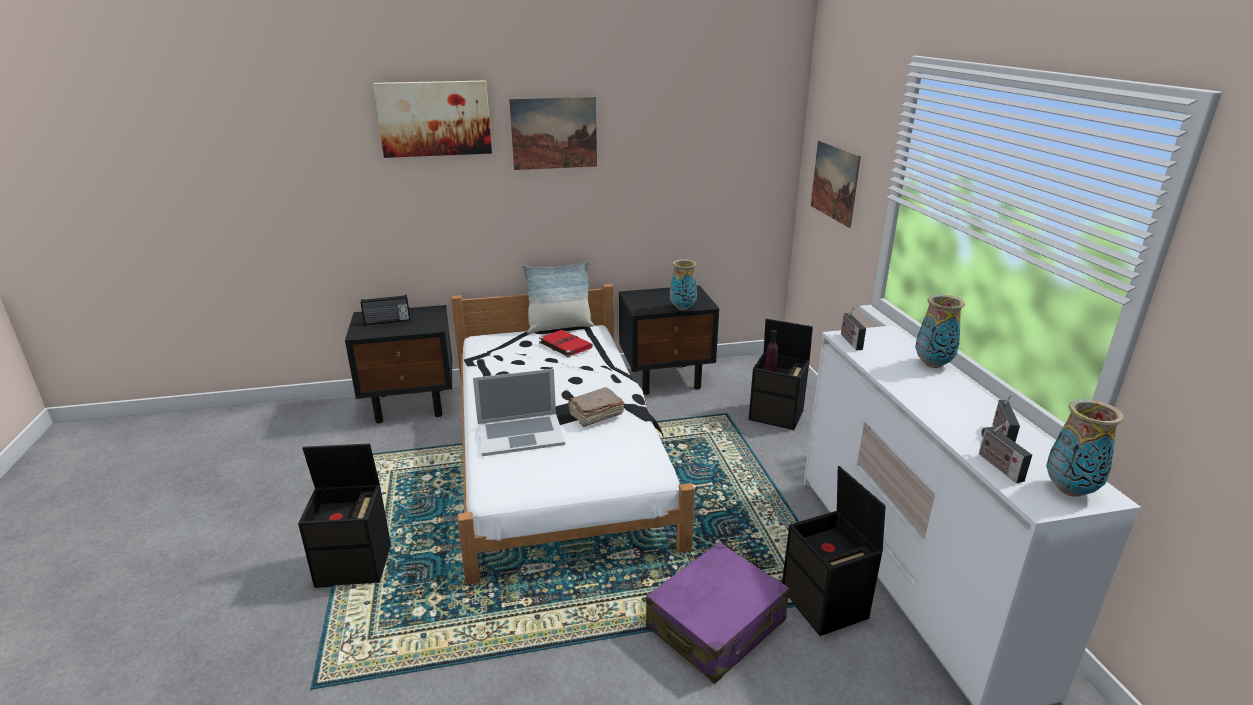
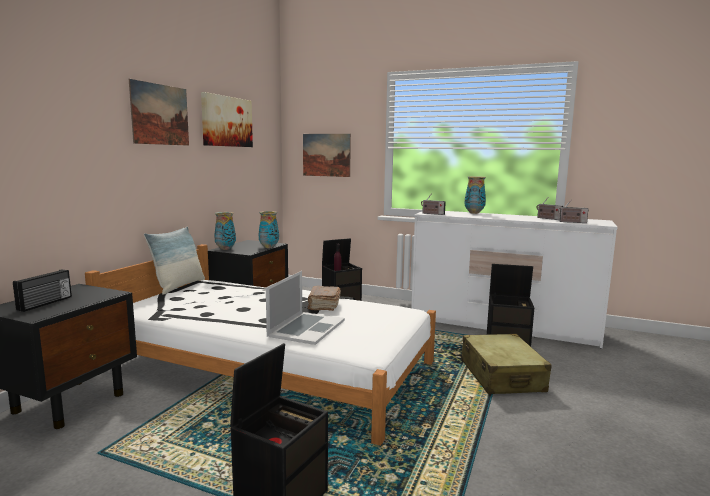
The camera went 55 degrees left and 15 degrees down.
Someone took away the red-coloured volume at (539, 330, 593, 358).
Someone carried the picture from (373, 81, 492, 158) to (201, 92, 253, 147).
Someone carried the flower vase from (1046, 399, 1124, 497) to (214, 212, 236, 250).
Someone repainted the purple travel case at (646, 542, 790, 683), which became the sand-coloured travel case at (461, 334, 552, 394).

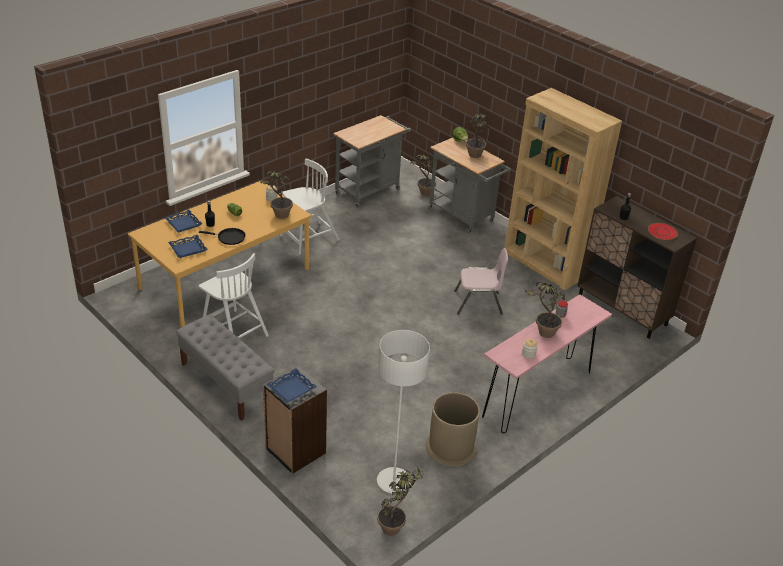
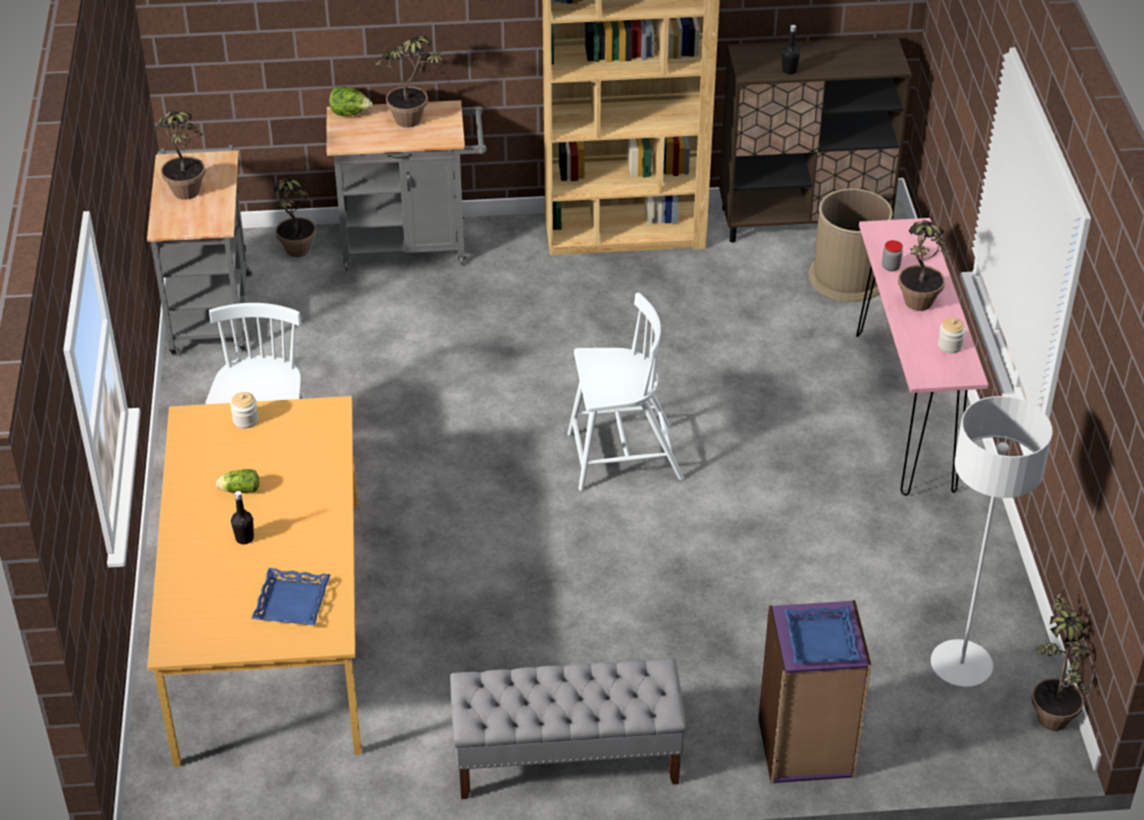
The camera went 50 degrees left and 5 degrees up.
Someone took away the blue-coloured carrying tray at (164, 210, 203, 232).
Someone took away the black-coloured pan at (199, 228, 246, 245).
Someone took away the pink upright chair at (454, 248, 508, 315).
Someone took away the red-coloured flat dish at (648, 223, 678, 240).
Someone carried the whitish upright chair from (198, 253, 269, 338) to (567, 292, 684, 491).
Someone carried the houseplant from (259, 171, 293, 219) to (158, 111, 205, 200).
Someone carried the brownish waste bin from (426, 392, 480, 467) to (808, 189, 893, 302).
Someone repainted the black-coloured shelving unit at (263, 365, 327, 474), which became the purple shelving unit at (758, 600, 871, 783).

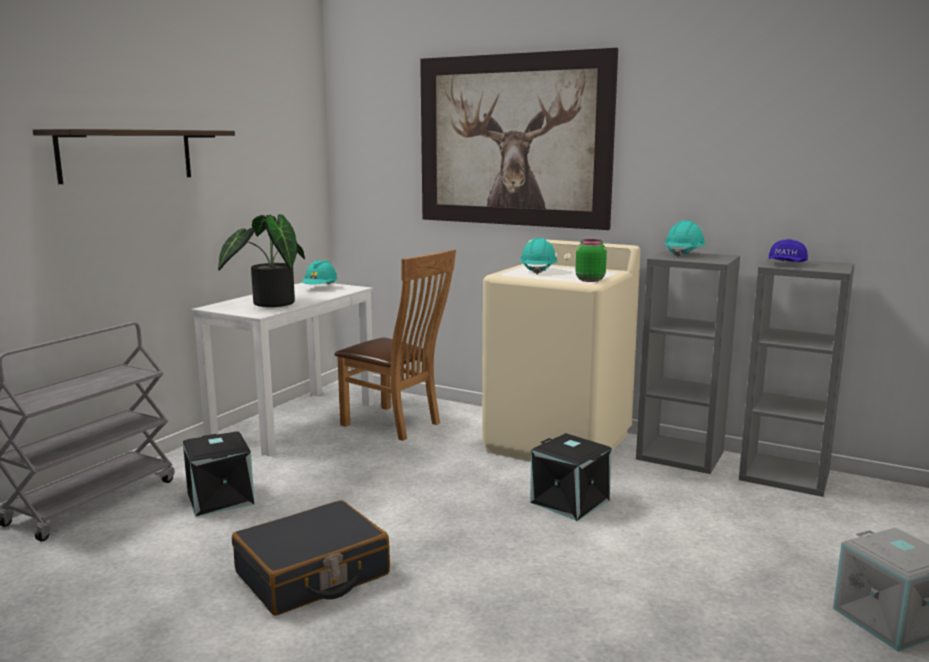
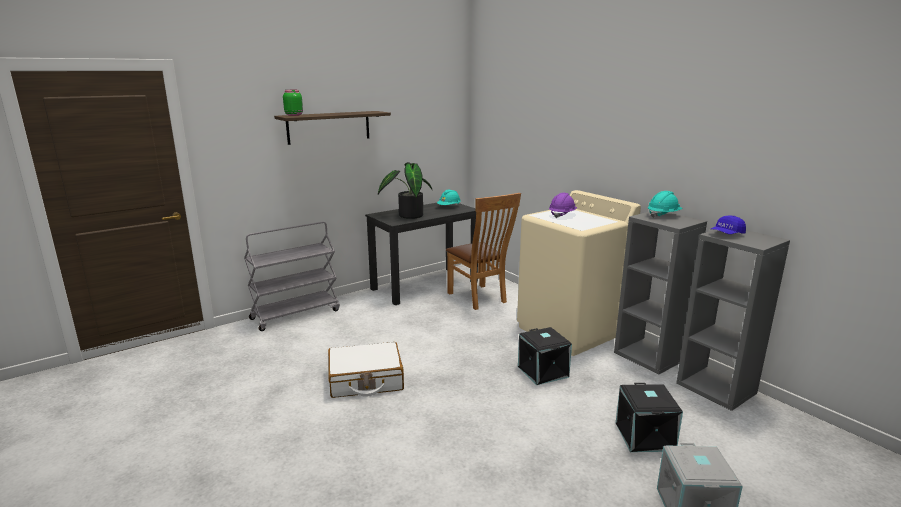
The camera went 25 degrees right and 5 degrees up.
Someone took away the picture at (420, 48, 618, 230).
Someone carried the black-coloured storage box from (183, 432, 255, 517) to (616, 383, 683, 452).
Someone carried the greenish storage jar from (575, 239, 607, 282) to (283, 90, 303, 116).
Someone repainted the whitish desk at (191, 283, 374, 456), which became the black-coloured desk at (365, 203, 478, 305).
Someone repainted the black-coloured travel case at (232, 500, 390, 616), which became the whitish travel case at (328, 342, 404, 398).
Someone repainted the turquoise work helmet at (520, 238, 557, 275), which became the purple work helmet at (549, 193, 577, 218).

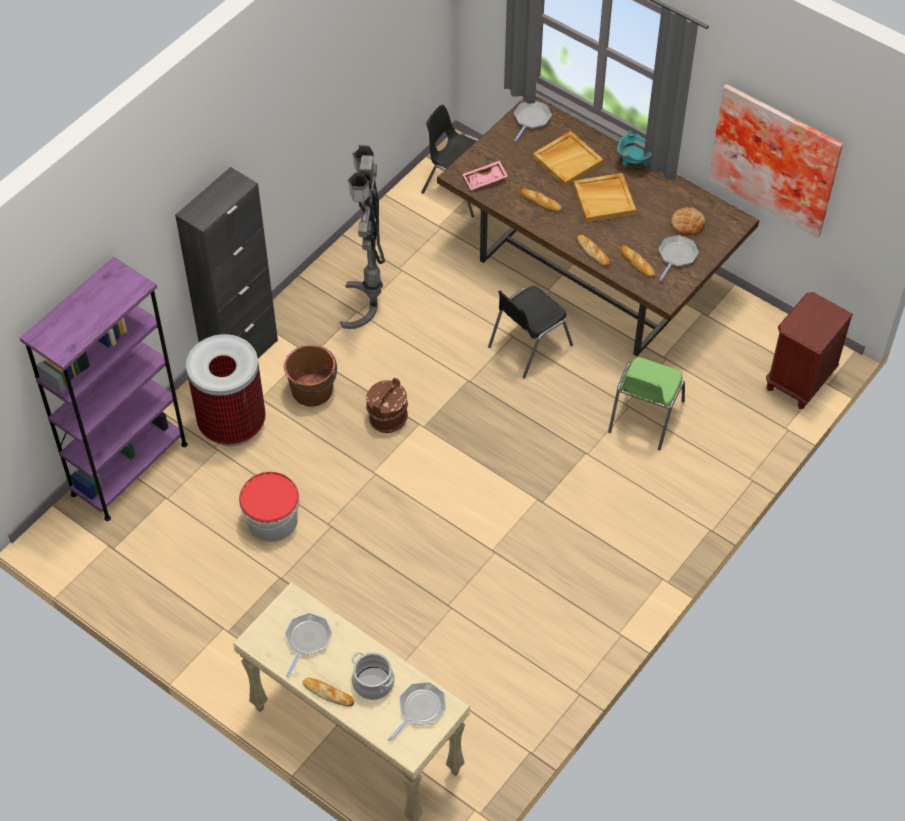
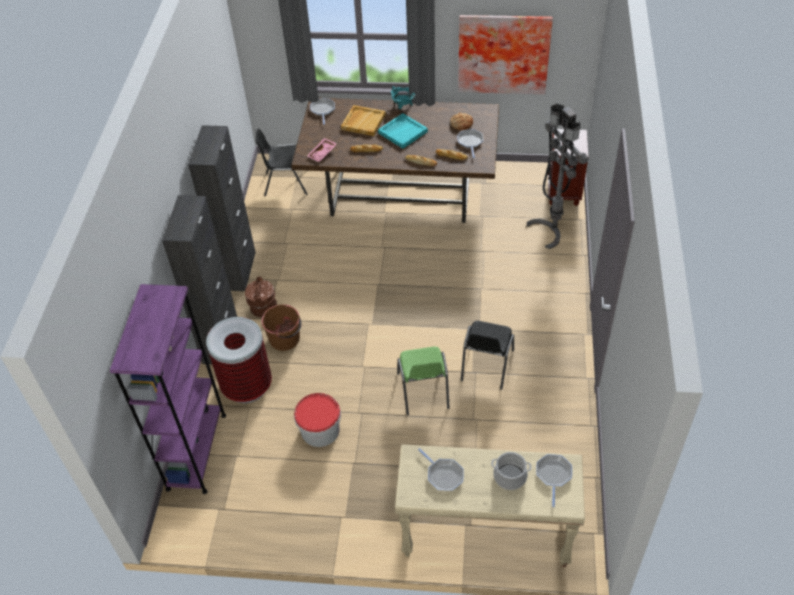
The camera went 30 degrees left and 5 degrees down.
Someone took away the baked bread at (302, 677, 354, 707).
Someone put down the black-coloured cupboard at (188, 125, 256, 291).
Someone carried the greyish floor lamp from (340, 145, 385, 329) to (527, 104, 588, 249).
Someone carried the brownish bucket from (366, 378, 408, 433) to (245, 277, 277, 318).
Someone carried the black-coloured upright chair from (488, 286, 573, 379) to (461, 321, 514, 390).
Someone carried the greenish upright chair from (608, 357, 685, 450) to (397, 347, 450, 415).
Someone repainted the sand-coloured carrying tray at (573, 173, 636, 223), which became the turquoise carrying tray at (378, 113, 428, 149).
Someone rotated the pan at (285, 613, 332, 677) by 150 degrees clockwise.

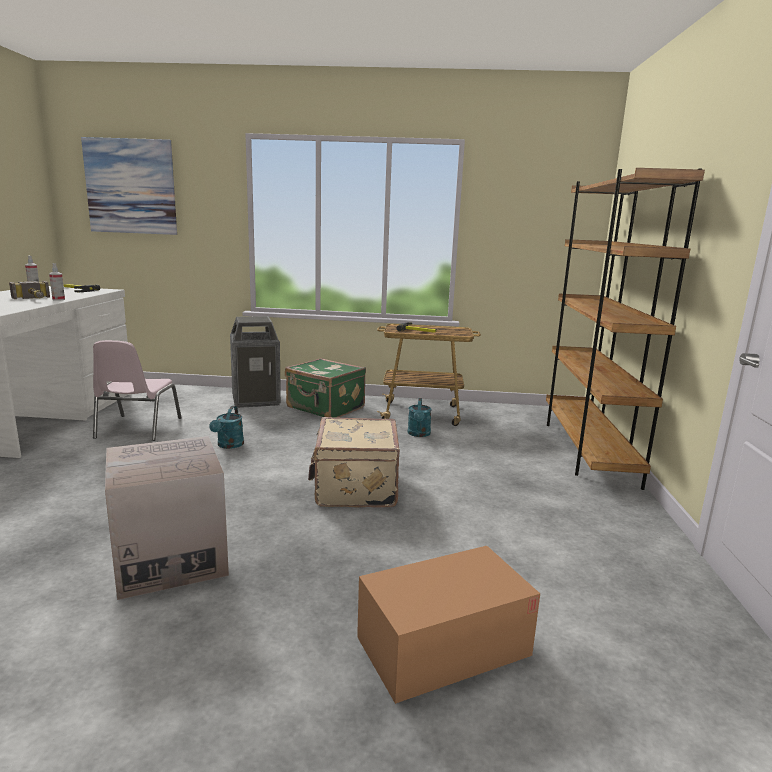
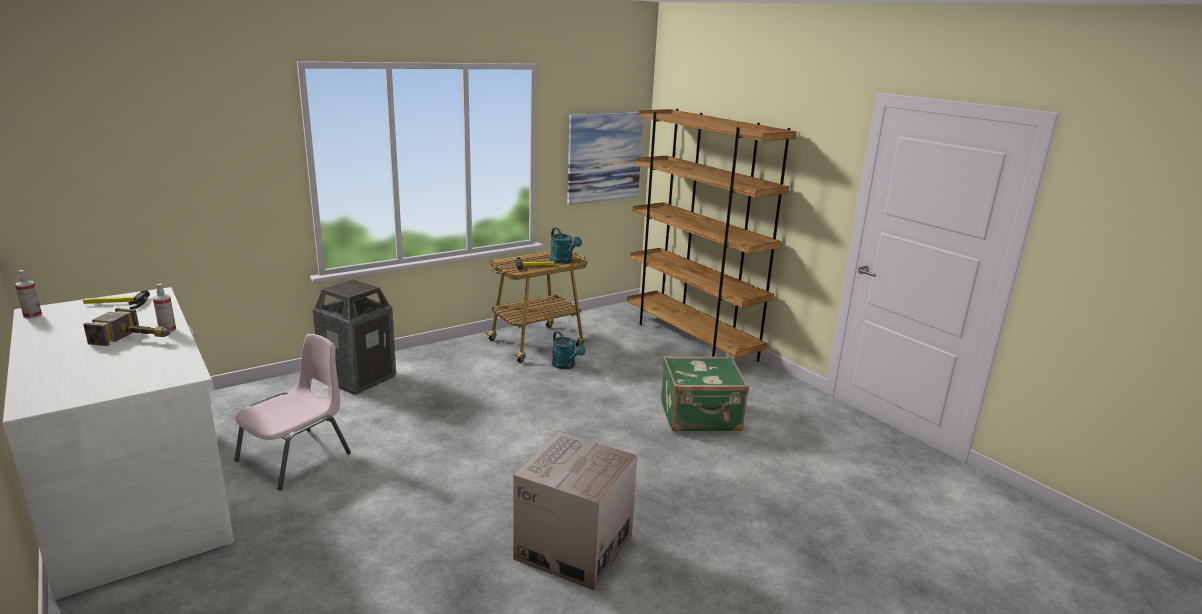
The camera went 40 degrees left and 5 degrees up.
Someone took away the sand-coloured travel case at (308, 417, 400, 508).
Someone took away the cardboard box at (357, 546, 540, 704).
Someone carried the picture from (81, 137, 177, 235) to (567, 112, 643, 205).
Someone carried the turquoise sprinkling can from (209, 406, 244, 449) to (550, 228, 582, 264).
Someone carried the greenish travel case from (285, 358, 366, 418) to (661, 356, 749, 431).
Someone rotated the pink upright chair at (93, 340, 182, 441) by 105 degrees counterclockwise.

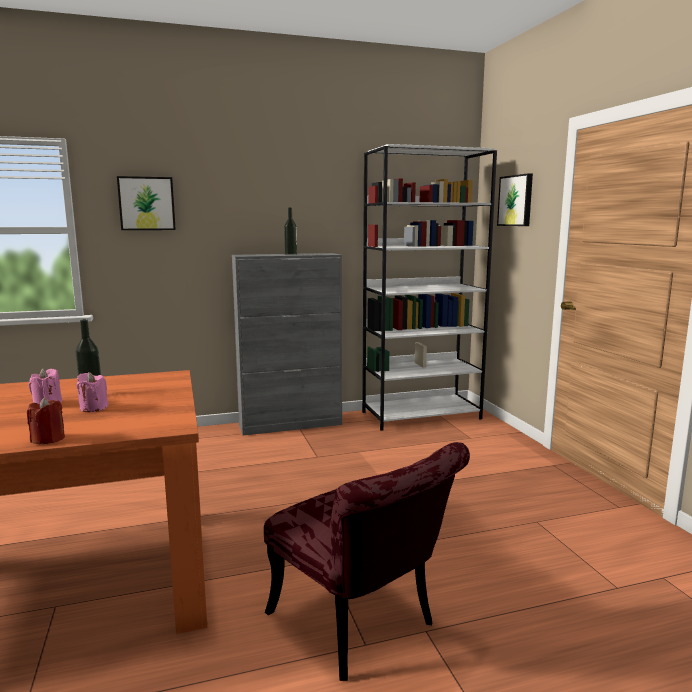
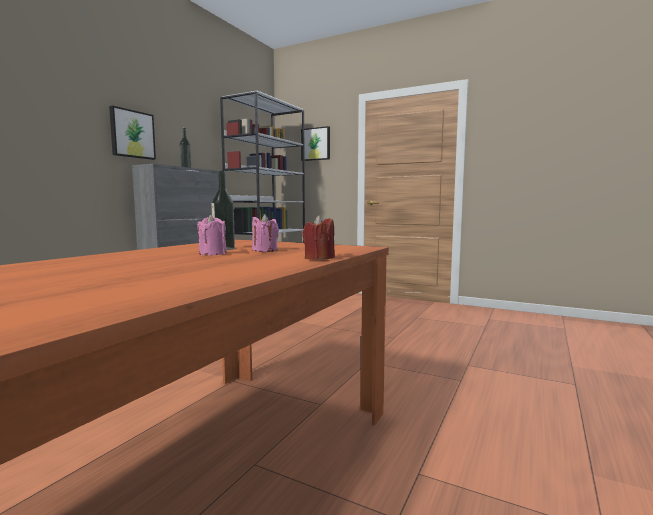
The camera went 45 degrees left and 5 degrees down.
Someone took away the red-coloured upright chair at (264, 442, 470, 681).
Someone carried the picture from (117, 176, 176, 230) to (109, 106, 156, 160).

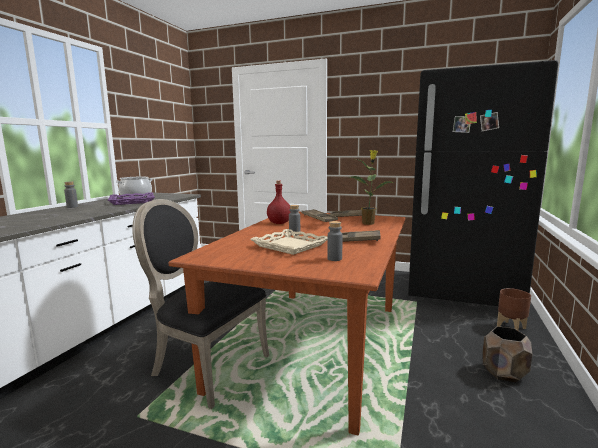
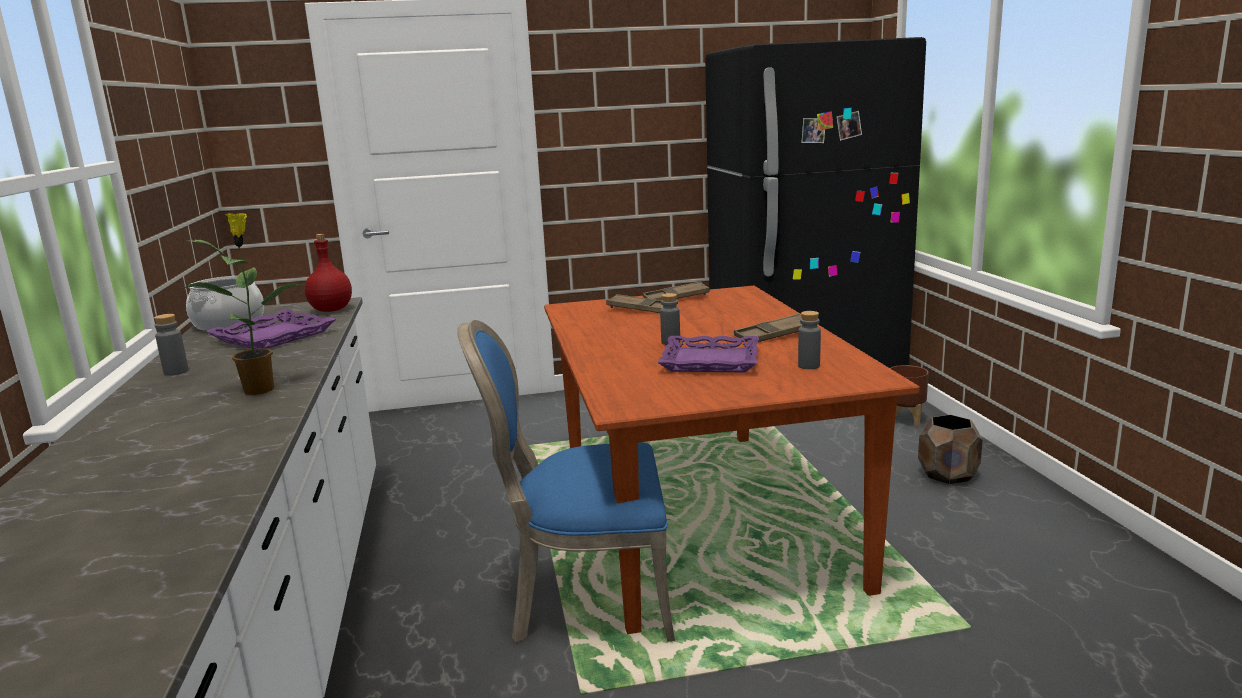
The camera went 30 degrees left and 5 degrees up.
Someone carried the red-coloured bottle from (267, 180, 291, 224) to (305, 234, 352, 312).
Someone carried the houseplant from (348, 150, 395, 225) to (181, 213, 306, 395).
Someone repainted the black-coloured upright chair at (132, 199, 269, 409), which became the blue-coloured upright chair at (457, 320, 675, 642).
Someone repainted the sand-coloured carrying tray at (250, 229, 328, 255), which became the purple carrying tray at (657, 336, 759, 372).

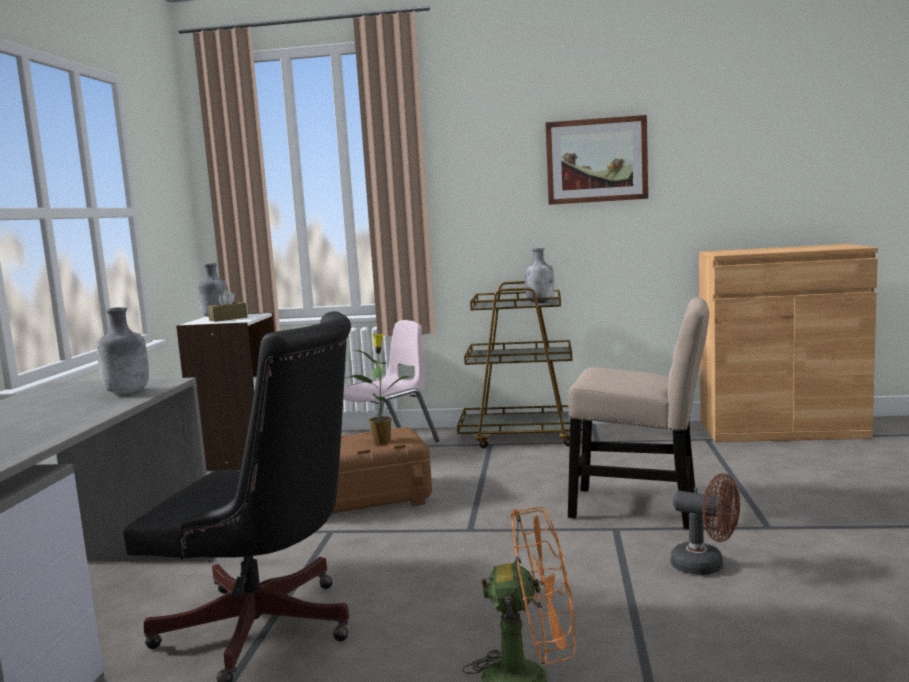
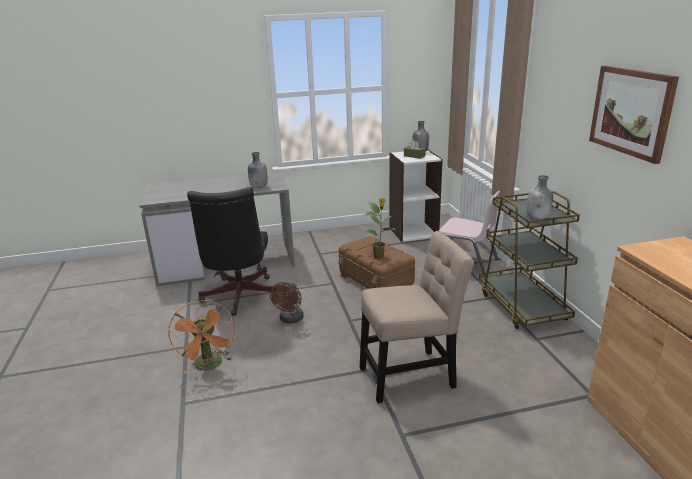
The camera went 70 degrees right and 15 degrees up.
Someone carried the brownish cooling fan from (670, 473, 740, 575) to (270, 282, 304, 323).
Someone rotated the sand-coloured upright chair at (568, 297, 709, 529) by 105 degrees counterclockwise.

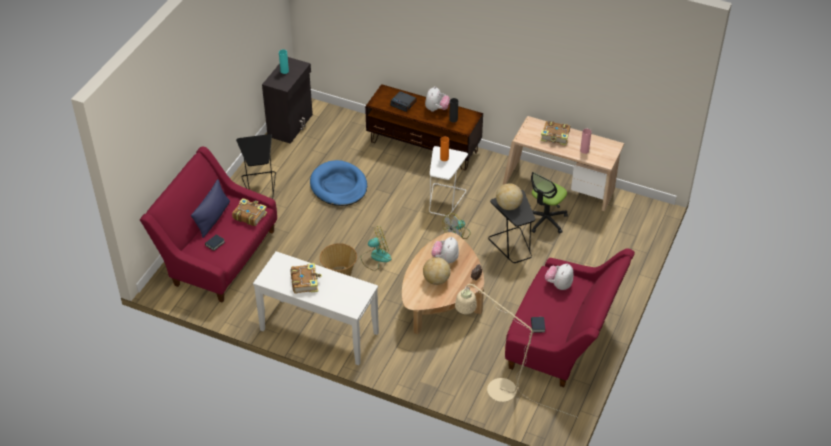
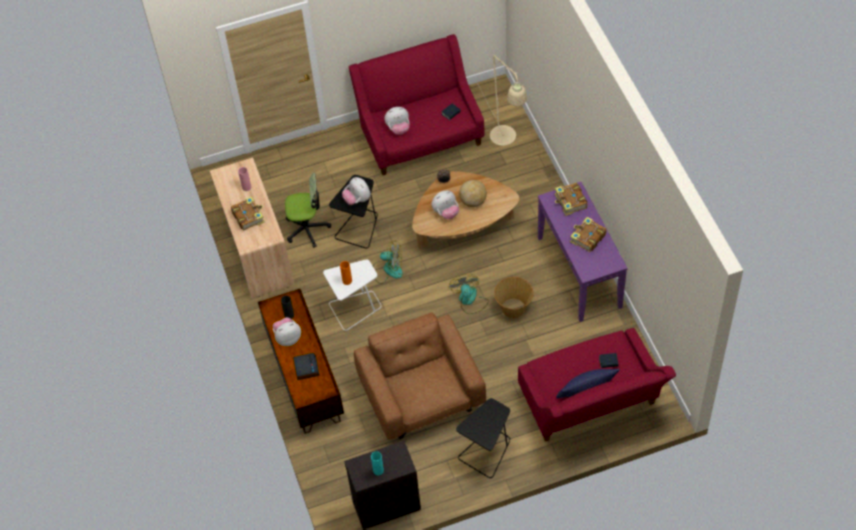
The camera went 130 degrees left and 10 degrees up.
Someone carried the volume from (232, 198, 267, 226) to (555, 183, 588, 216).
Someone swapped the blue-coloured dog bed at (310, 160, 367, 206) for the brownish lounge chair at (354, 312, 486, 440).
Someone swapped the desk globe at (496, 183, 523, 210) for the cuddly toy at (342, 177, 371, 205).
Someone repainted the whitish hall table at (253, 251, 379, 366), which became the purple hall table at (538, 182, 628, 322).
Someone rotated the cooling fan at (361, 226, 392, 271) by 45 degrees clockwise.

